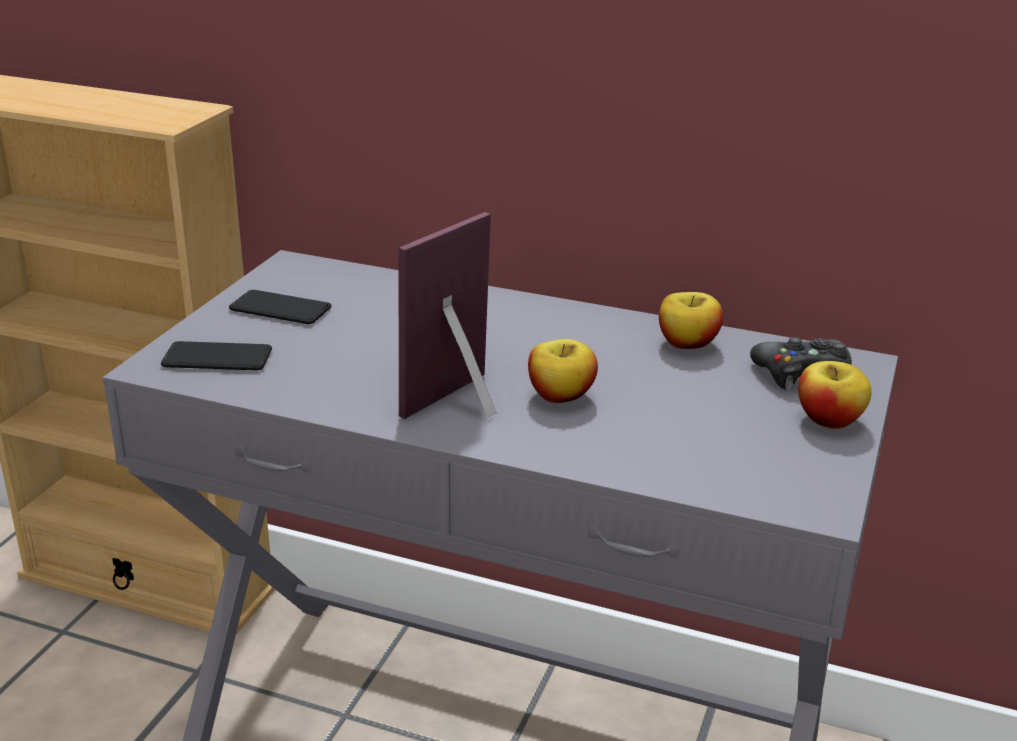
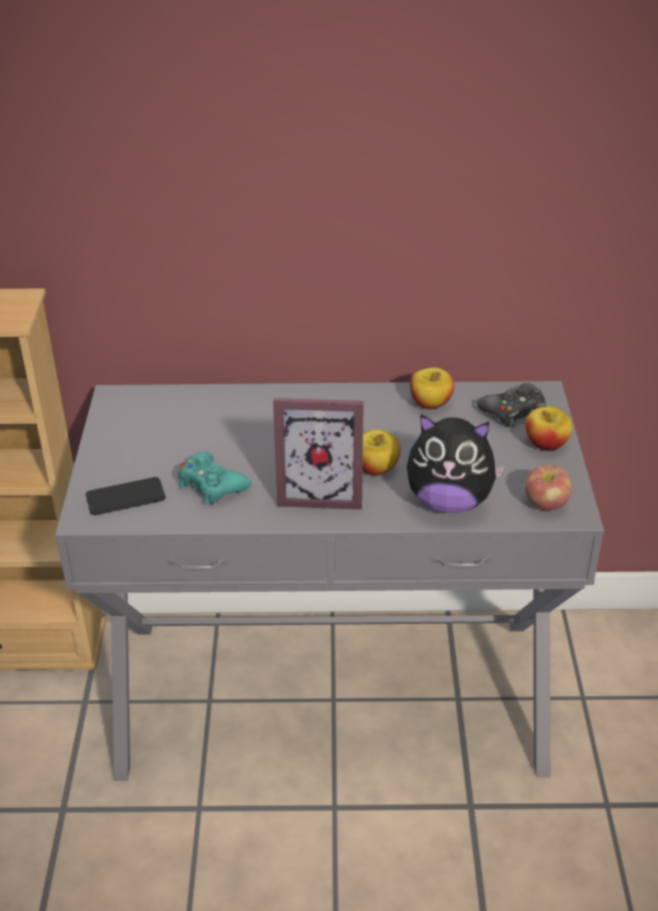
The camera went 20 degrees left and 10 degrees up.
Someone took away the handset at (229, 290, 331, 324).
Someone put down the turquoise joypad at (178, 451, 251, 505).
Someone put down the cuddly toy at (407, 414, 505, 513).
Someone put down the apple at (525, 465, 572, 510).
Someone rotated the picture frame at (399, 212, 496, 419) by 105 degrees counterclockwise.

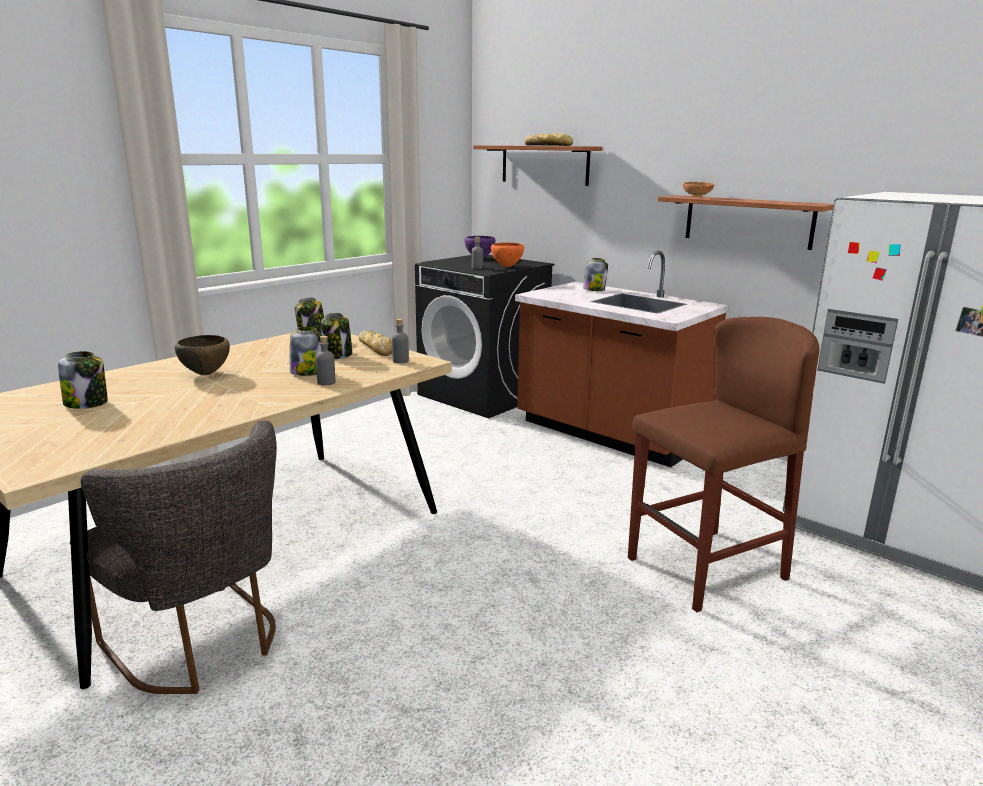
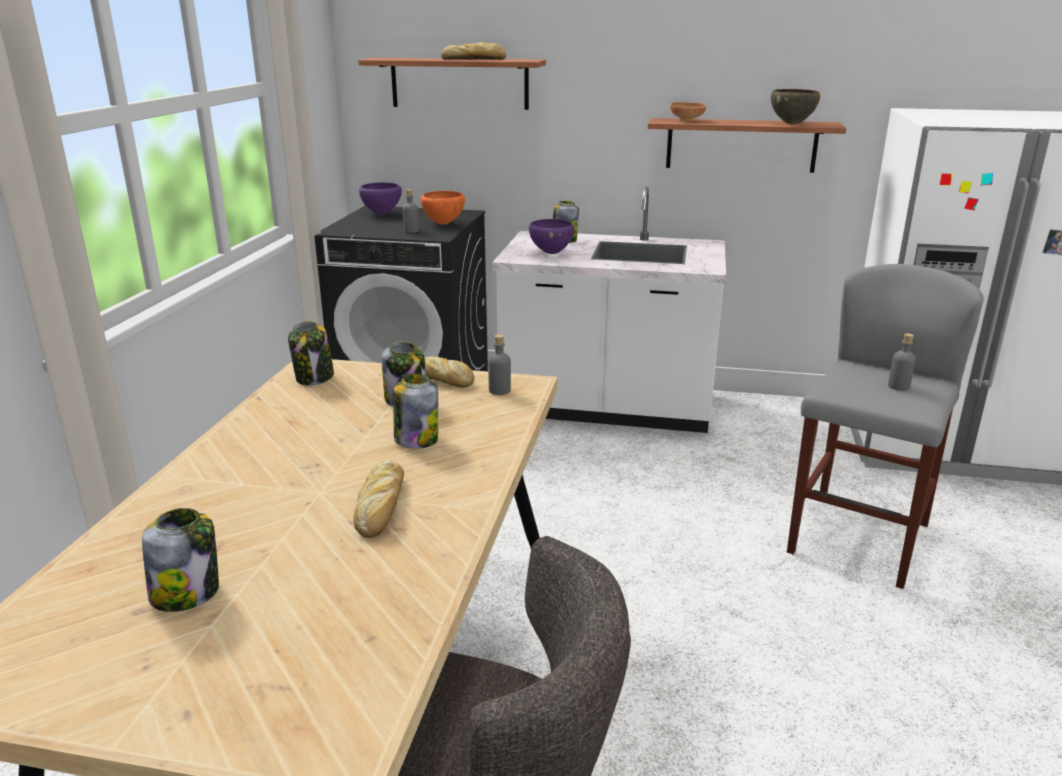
The camera went 30 degrees left and 5 degrees up.
Someone put down the baked bread at (353, 461, 404, 538).
Someone put down the purple bowl at (529, 219, 574, 254).
Someone carried the brownish bowl from (175, 335, 230, 375) to (771, 89, 820, 125).
Someone carried the greyish bottle from (316, 336, 335, 386) to (888, 333, 916, 391).
Someone repainted the brownish counter at (515, 251, 729, 467), which became the whitish counter at (492, 187, 726, 433).
Someone repainted the brownish stool seat at (628, 317, 819, 612), which became the greyish stool seat at (787, 264, 984, 589).

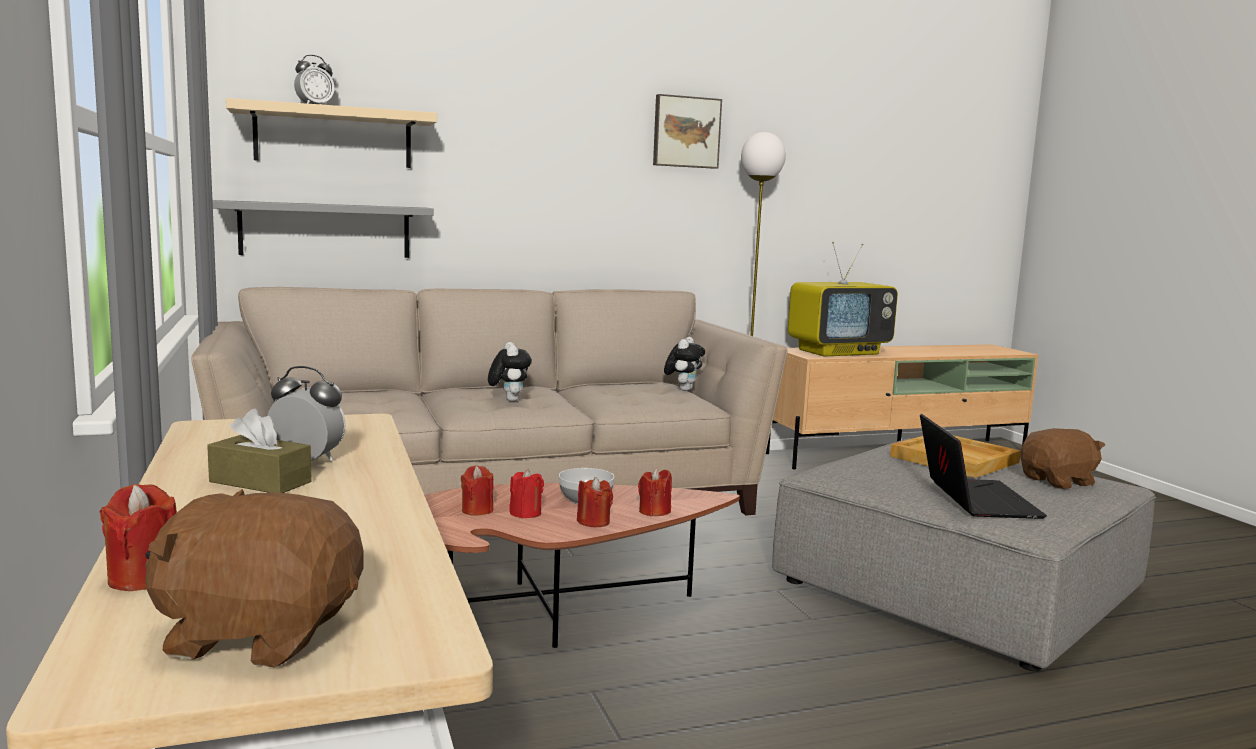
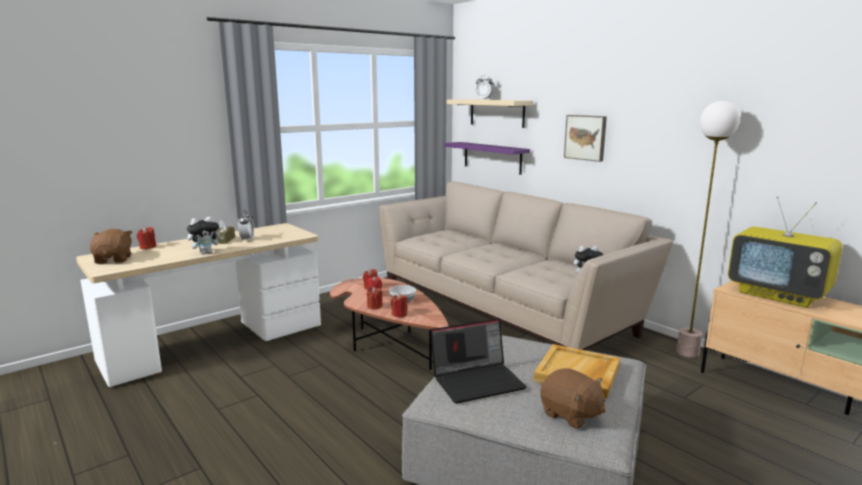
The camera went 70 degrees right and 5 degrees up.
Someone carried the cuddly toy from (488, 342, 532, 402) to (187, 217, 224, 254).
Someone carried the picture from (653, 94, 722, 169) to (564, 115, 607, 162).
Someone repainted the greyish shelf at (212, 200, 434, 258), which became the purple shelf at (444, 142, 530, 175).

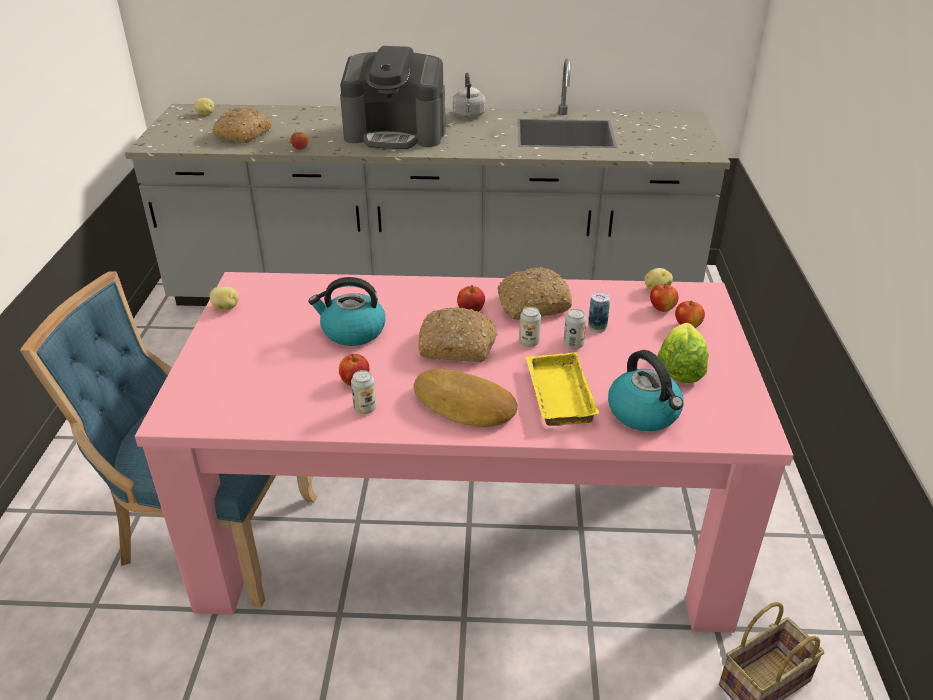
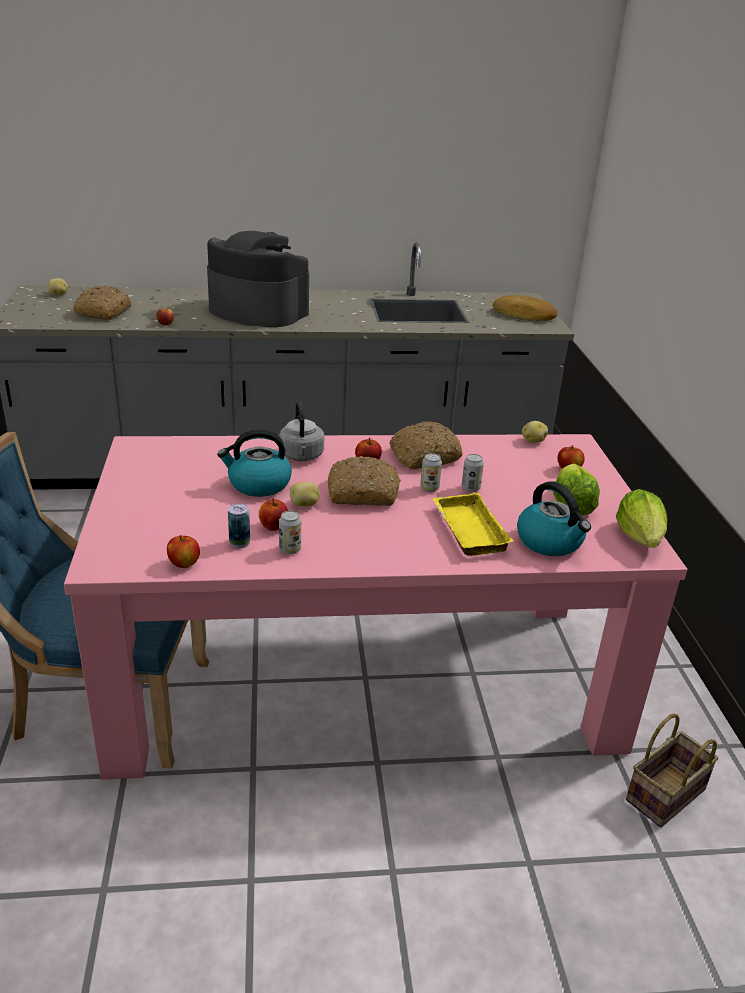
The camera went 10 degrees left and 5 degrees down.
Someone put down the head of lettuce at (616, 489, 667, 548).
Someone carried the spud from (210, 287, 239, 310) to (290, 482, 320, 506).
Someone carried the baked bread from (414, 369, 517, 427) to (493, 295, 557, 321).
Someone carried the greyish tea kettle from (453, 73, 486, 118) to (279, 401, 324, 461).
Someone carried the metal can from (588, 292, 610, 333) to (228, 504, 250, 549).
Someone carried the apple from (650, 284, 679, 312) to (167, 535, 200, 568).
Someone rotated the coffee maker at (340, 46, 445, 149) by 150 degrees counterclockwise.

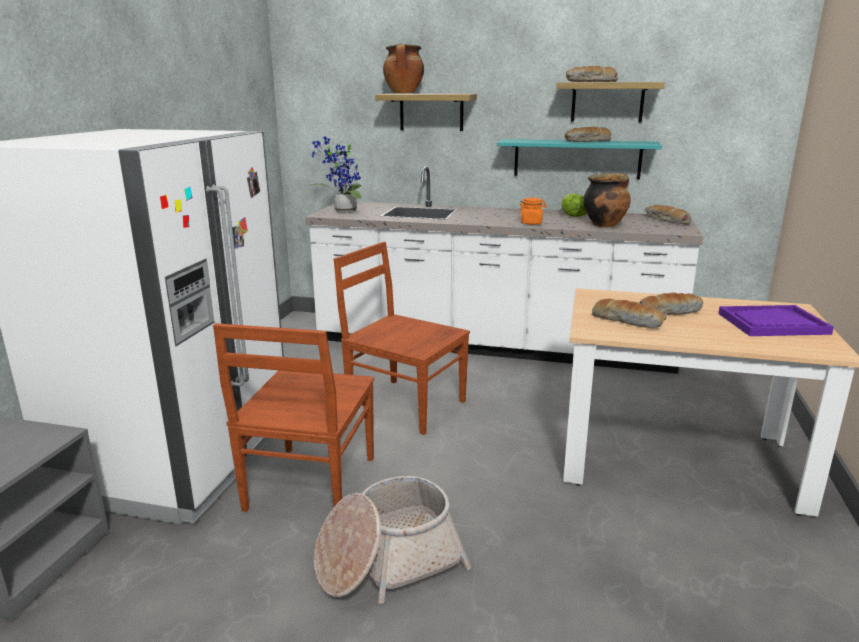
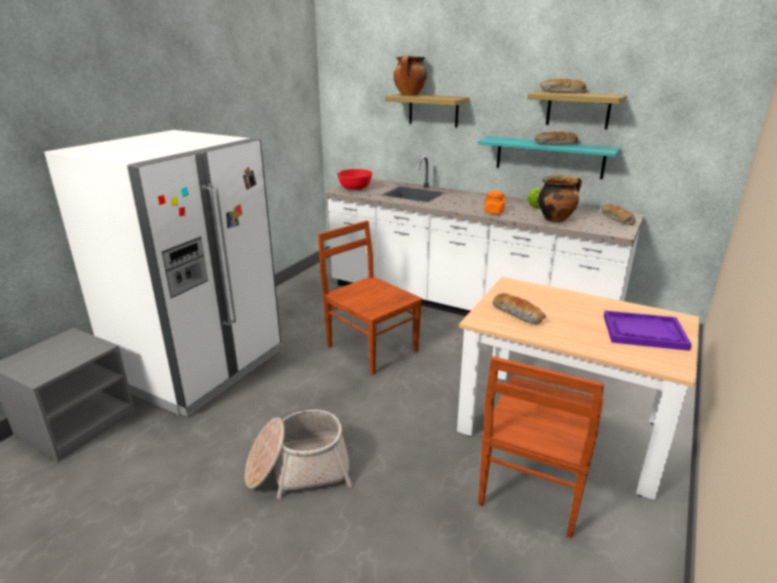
The camera went 15 degrees right and 5 degrees up.
Someone took away the baked bread at (639, 292, 703, 315).
Someone carried the brownish upright chair from (213, 323, 374, 512) to (478, 356, 604, 538).
Someone swapped the houseplant at (310, 136, 362, 213) for the red-coloured bowl at (337, 169, 373, 190).

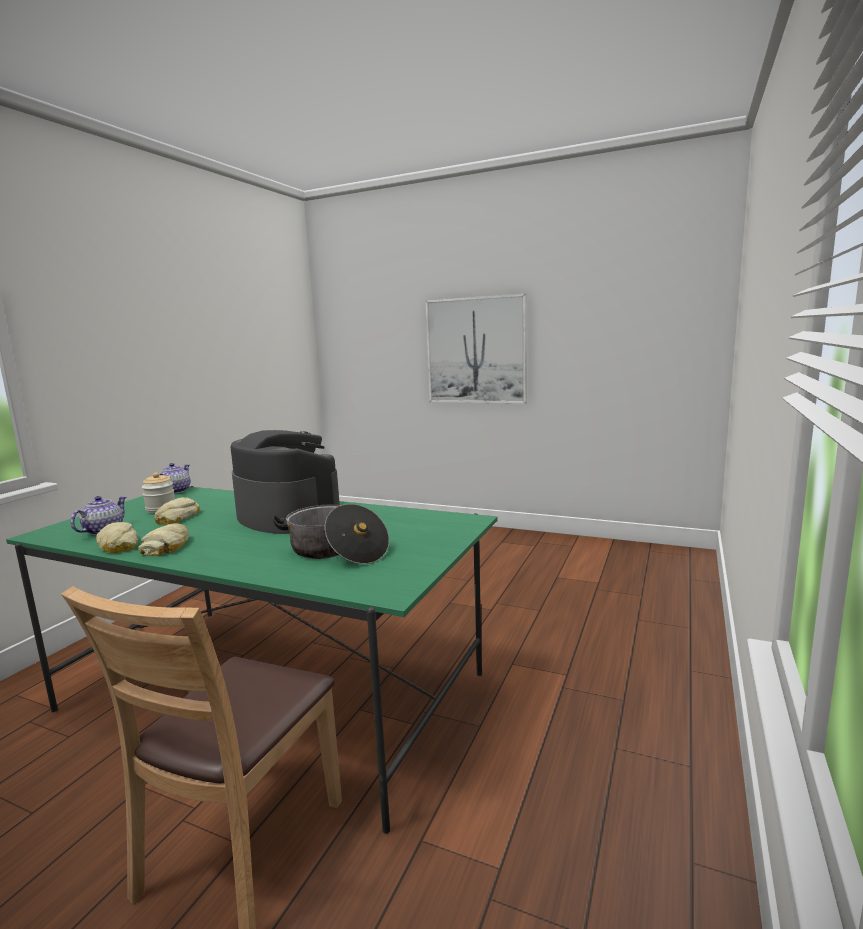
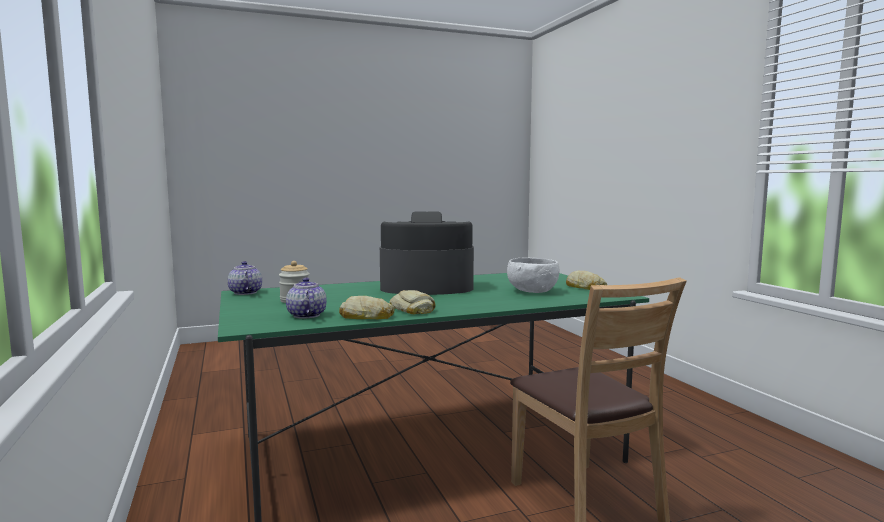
The camera went 45 degrees left and 5 degrees down.
Someone took away the picture at (425, 294, 527, 404).
Someone carried the baked bread from (154, 497, 200, 525) to (566, 271, 607, 290).
Someone swapped the cooking pot at (272, 504, 389, 564) for the whitish bowl at (507, 258, 559, 293).

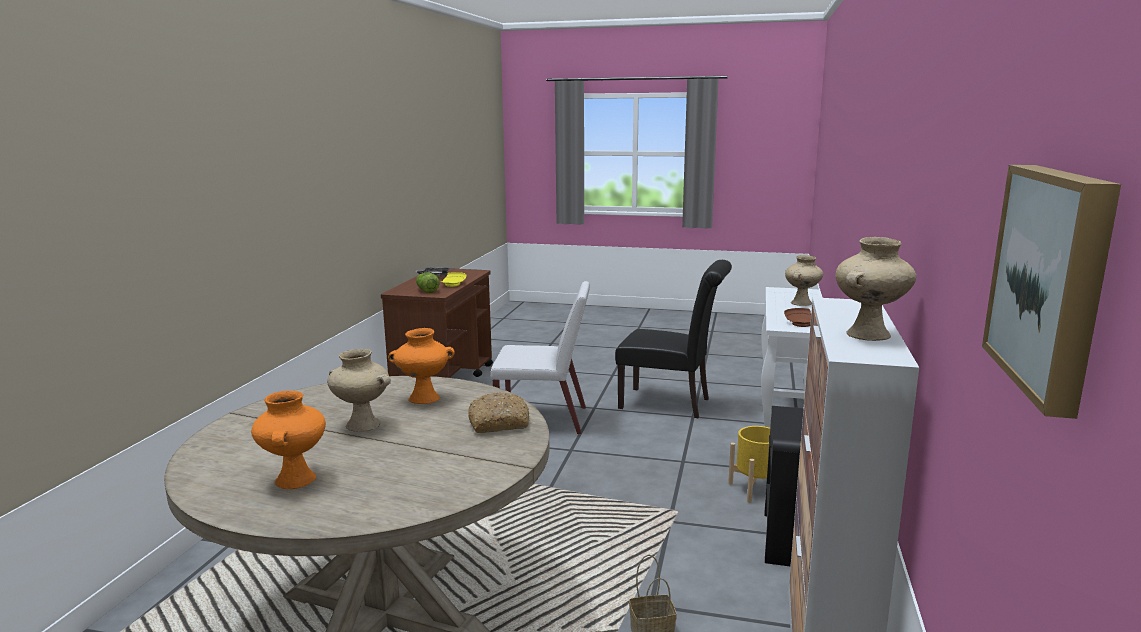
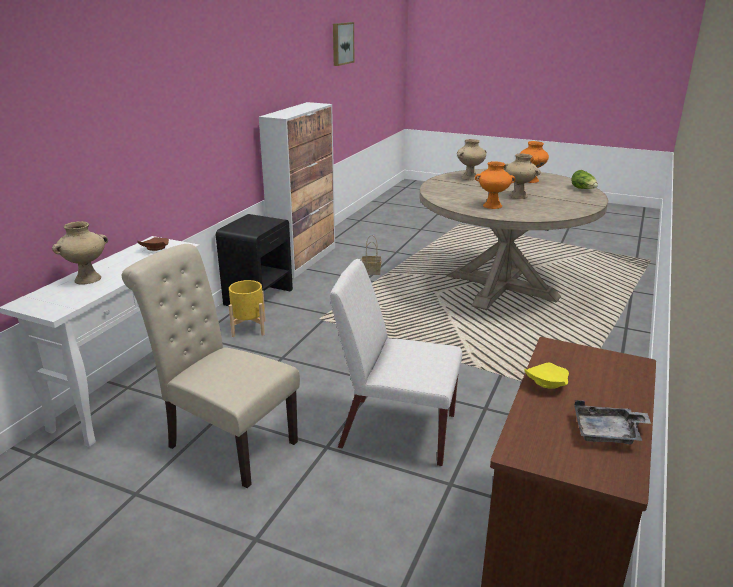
The camera went 170 degrees left and 10 degrees up.
Someone took away the baked bread at (468, 392, 529, 433).
Someone carried the head of lettuce from (416, 273, 440, 293) to (571, 170, 598, 189).
Someone carried the sand-coloured flower vase from (835, 237, 916, 341) to (457, 139, 486, 180).
Someone repainted the black-coloured upright chair at (615, 260, 732, 418), which became the sand-coloured upright chair at (122, 244, 300, 488).

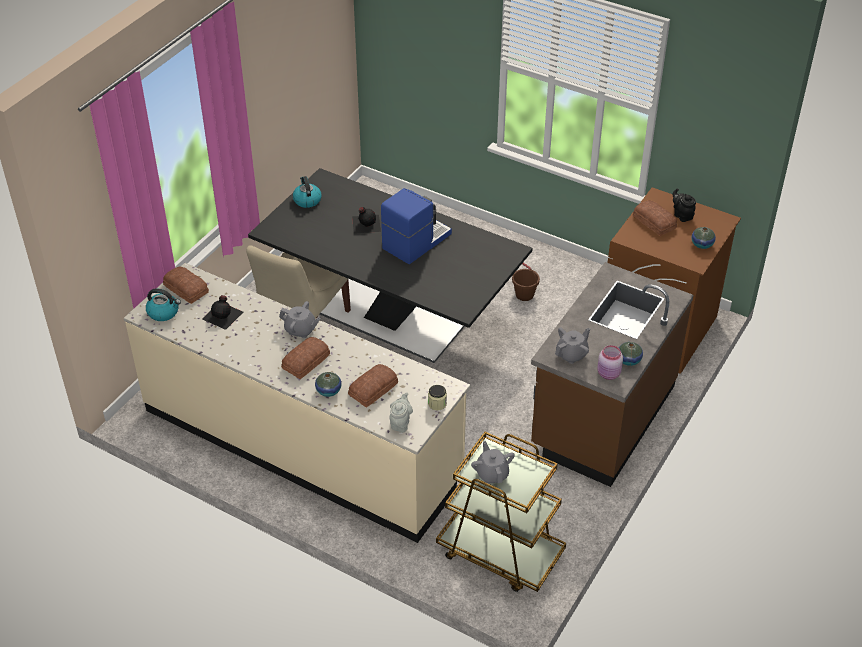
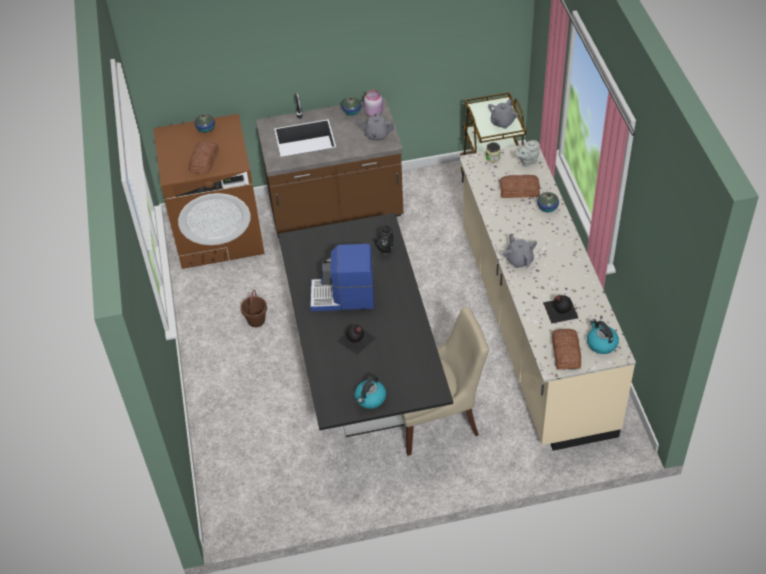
The camera went 130 degrees left and 5 degrees up.
Someone took away the baked bread at (281, 337, 330, 379).
Someone carried the black-coloured pot for tea from (673, 188, 696, 222) to (375, 225, 393, 255).

